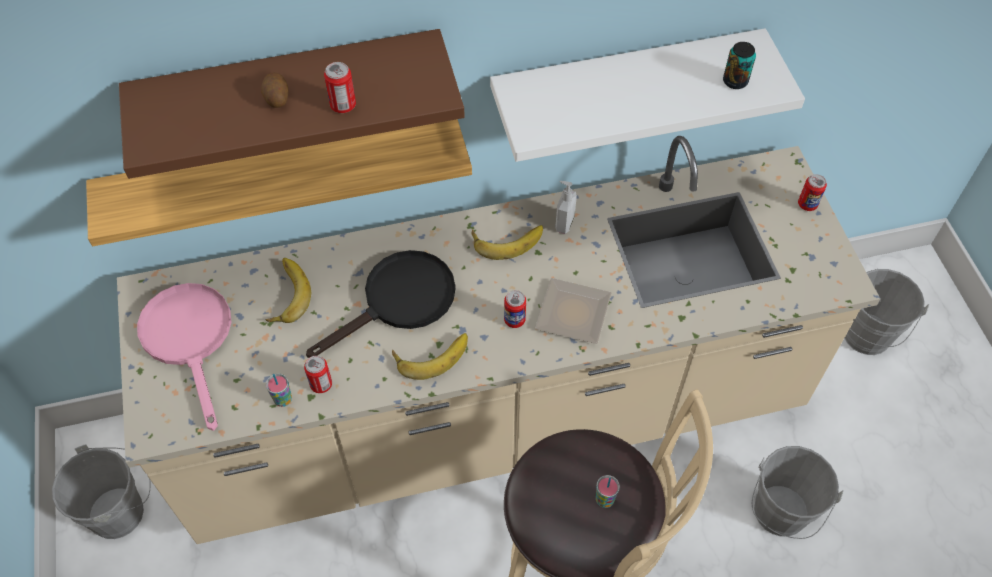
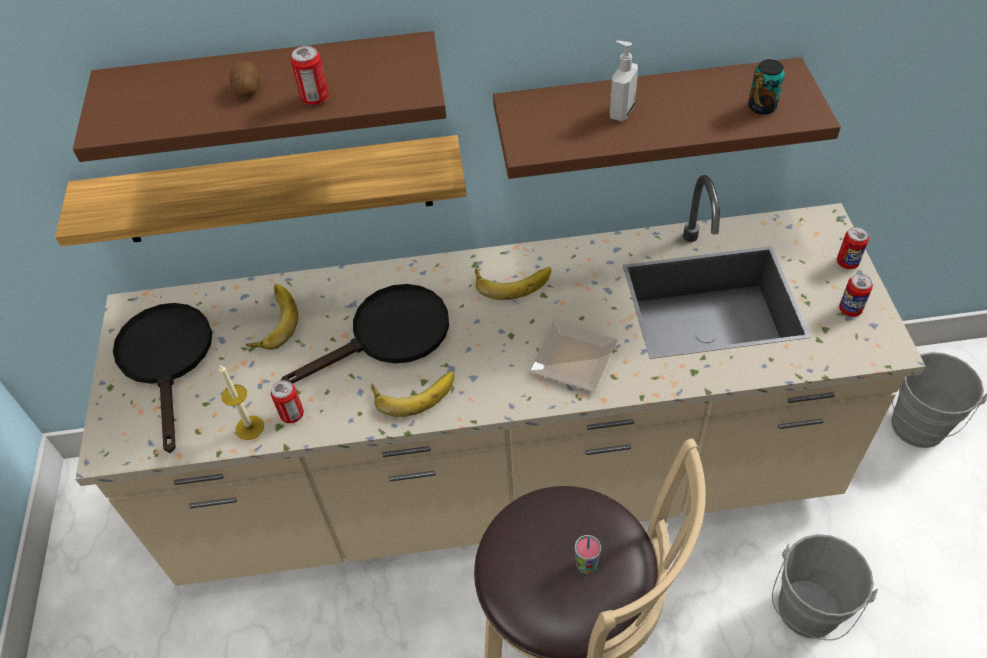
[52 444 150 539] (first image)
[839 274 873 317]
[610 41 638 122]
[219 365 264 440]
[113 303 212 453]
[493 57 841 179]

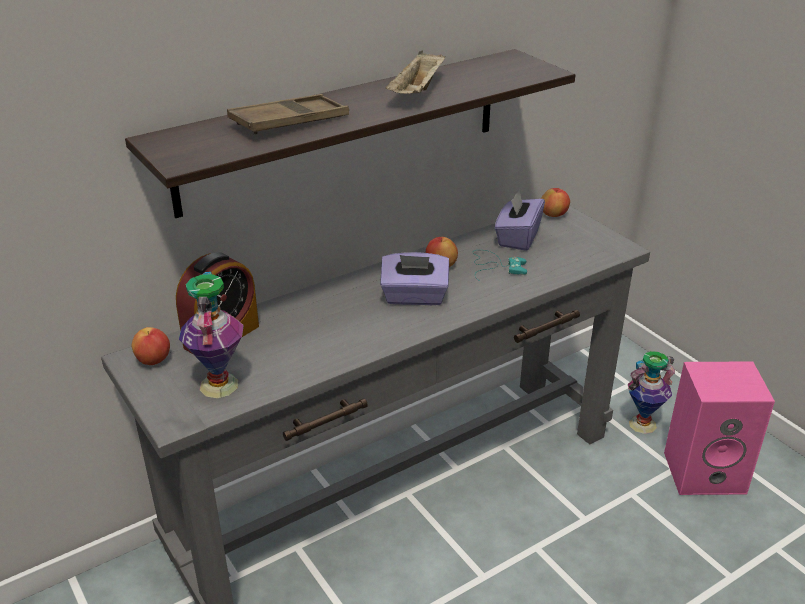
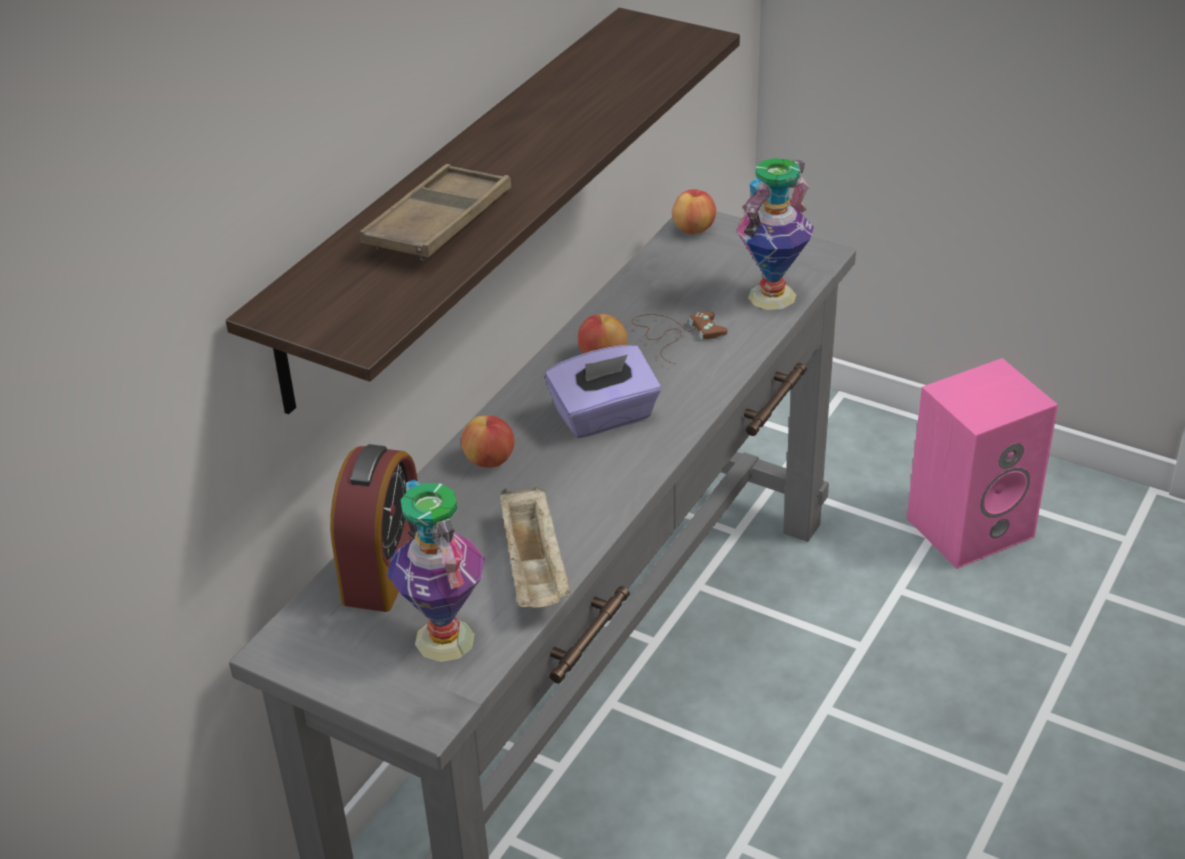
[495 189 545 251] (first image)
[461 415 514 468]
[500 487 571 608]
[737 158 814 310]
[632 311 728 364]

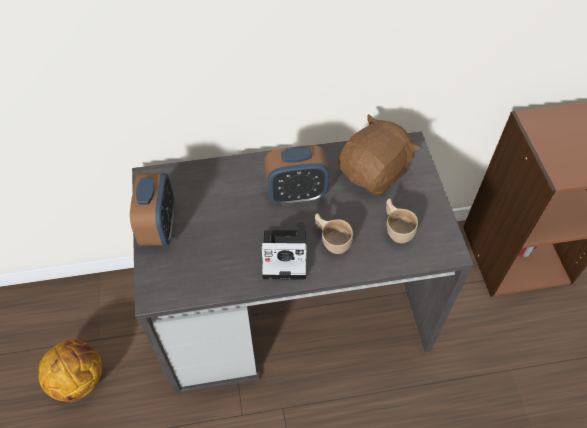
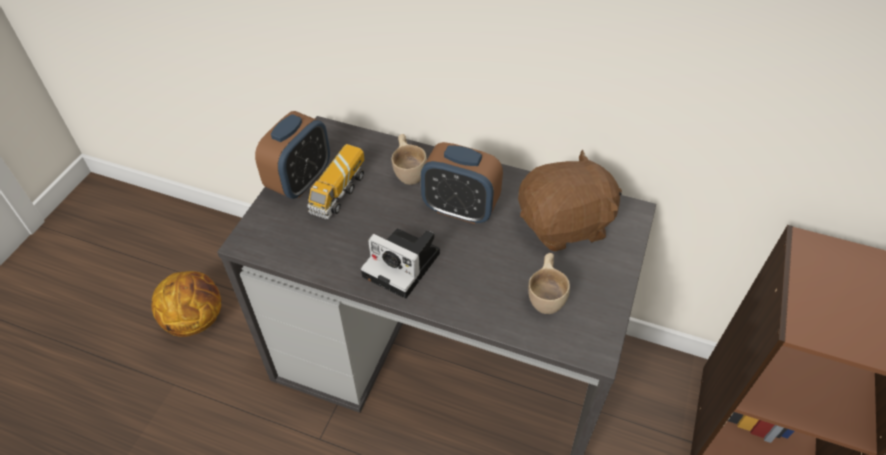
[307 144 364 219]
[391 134 427 185]

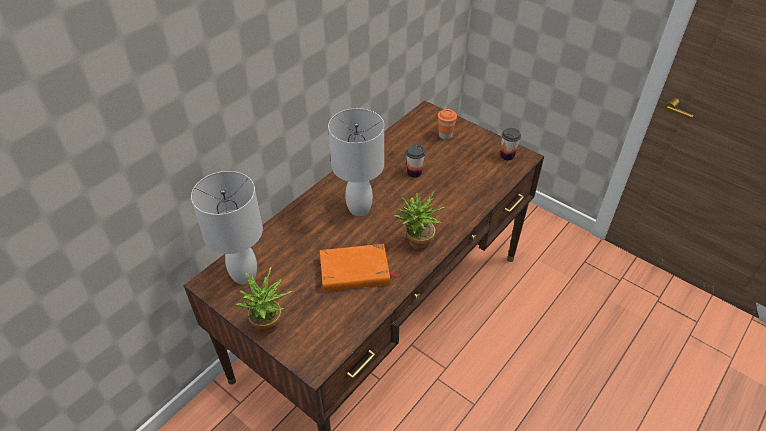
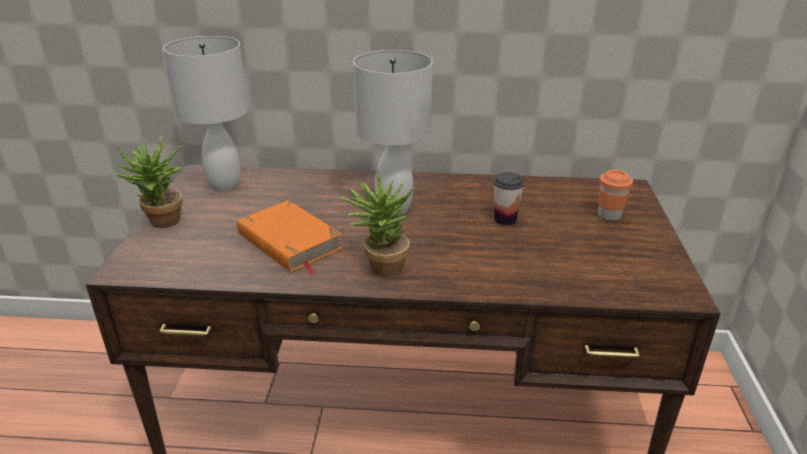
[500 128 521 161] (first image)

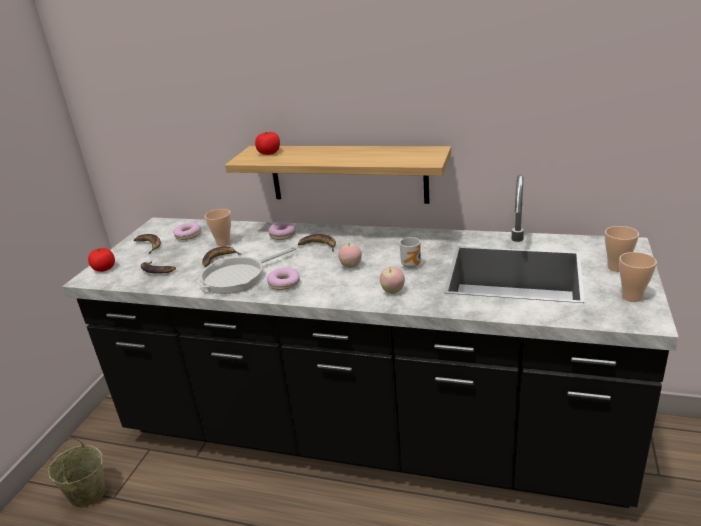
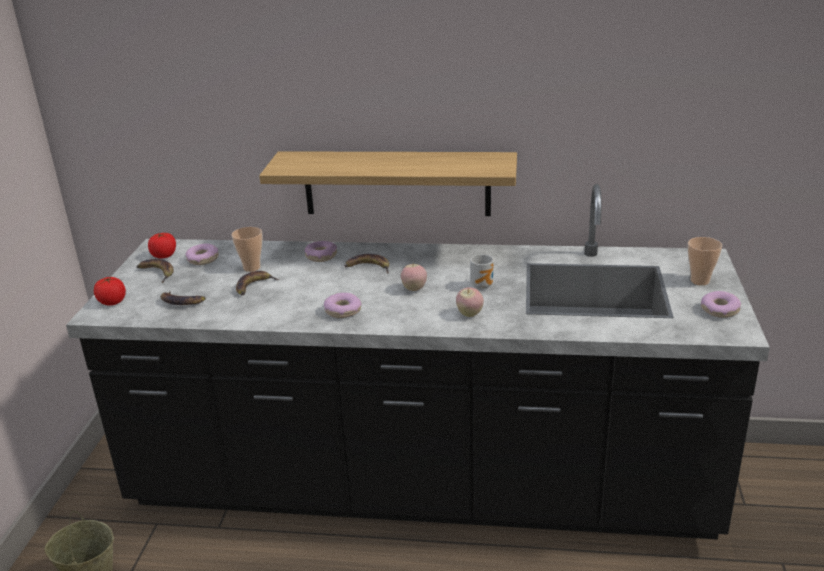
[196 247 297 294] (first image)
[148 233 176 258]
[701 291 741 318]

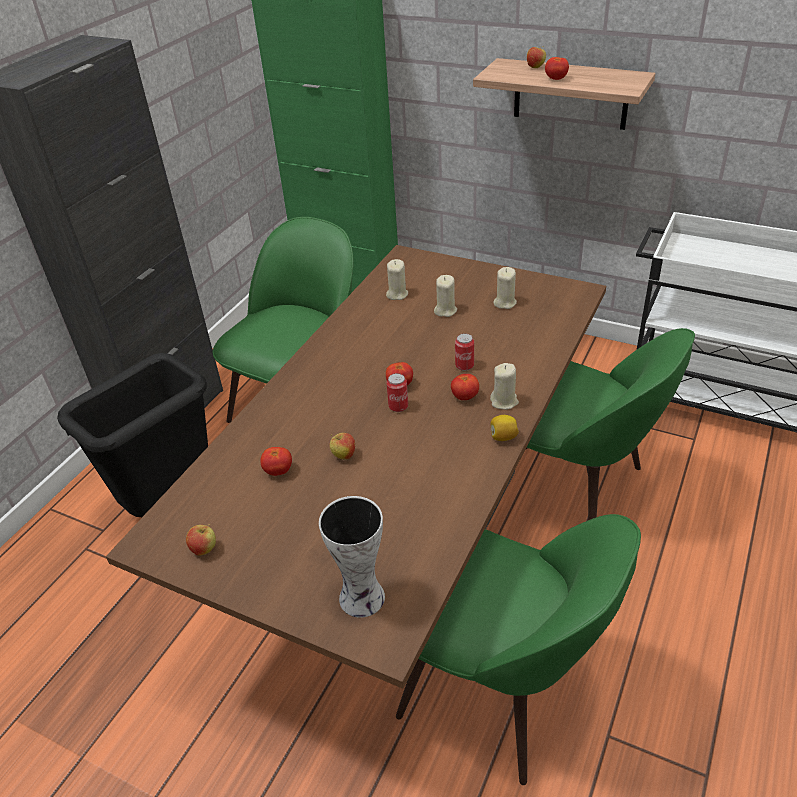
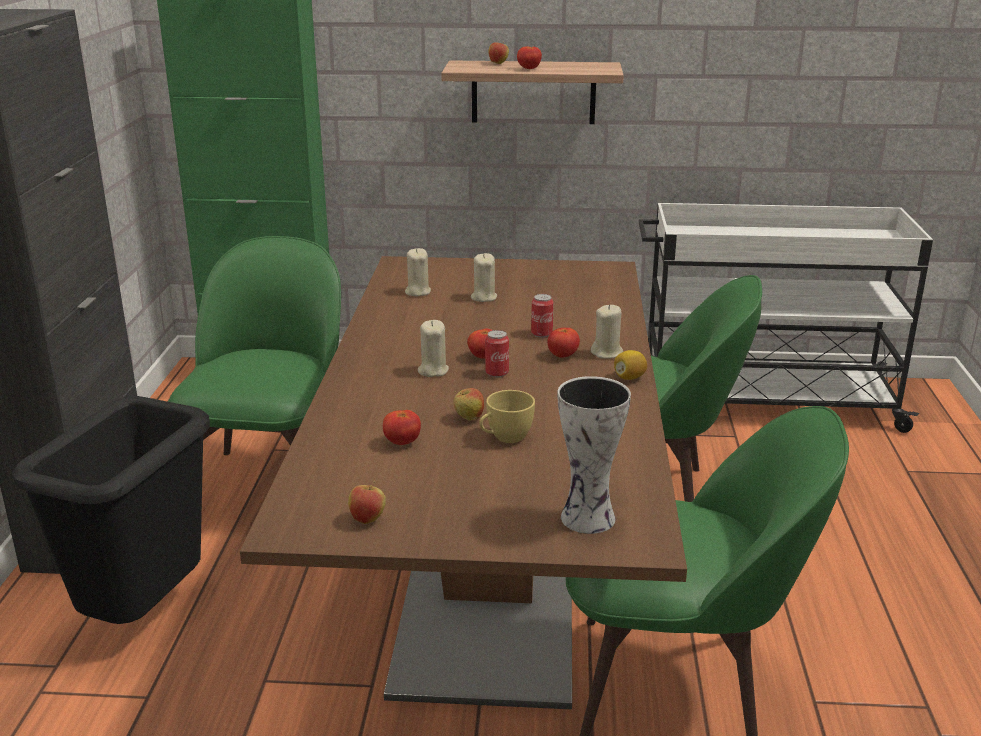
[479 390 535 443]
[418 320 449 377]

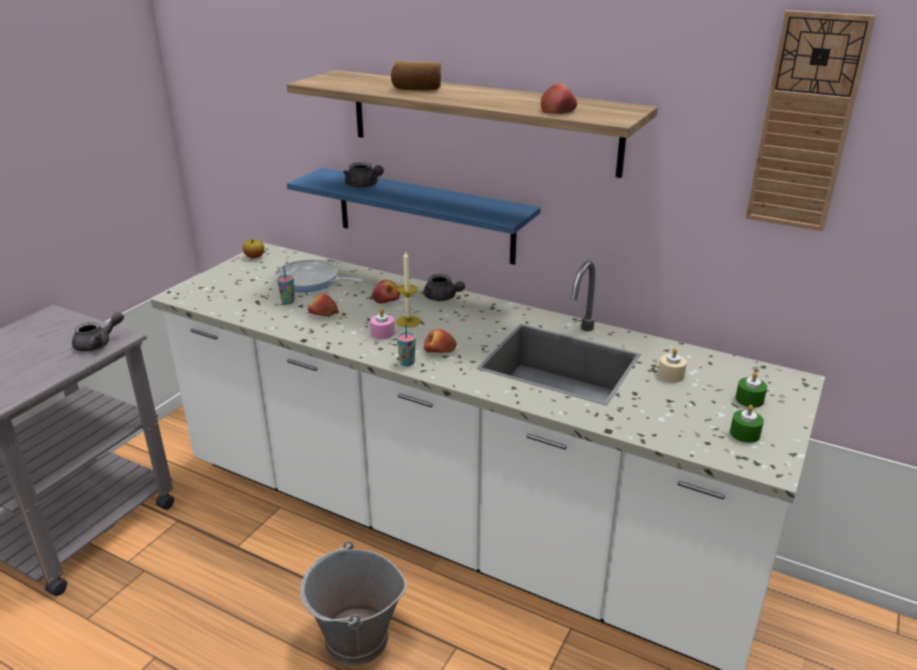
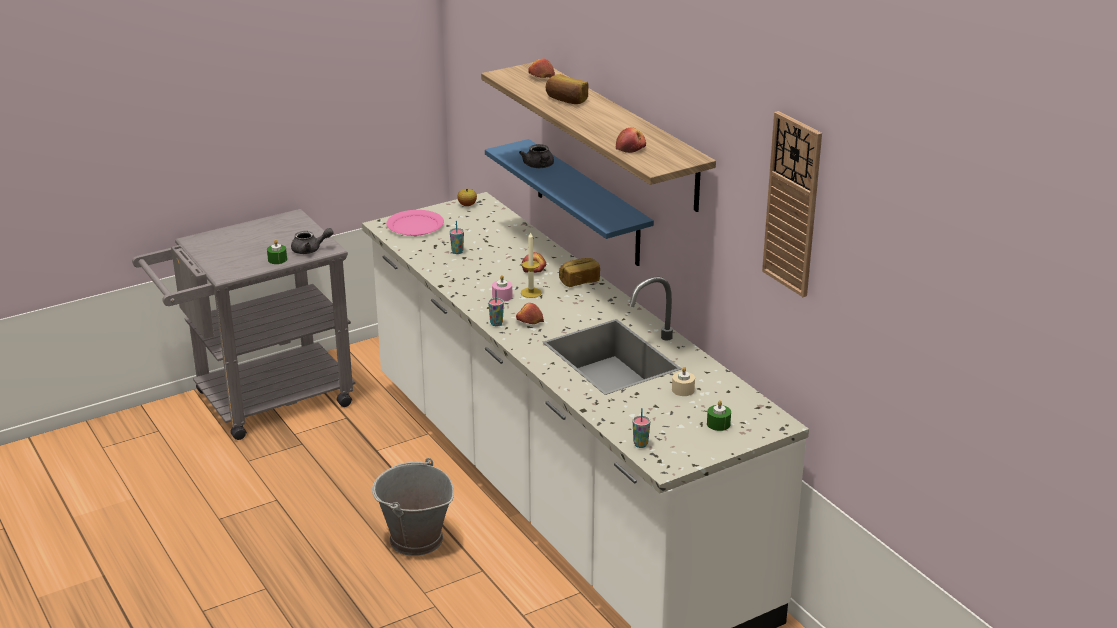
[274 259 363 292] (first image)
[386 210 444 236]
[633 408 650 448]
[528 58 555 78]
[267 239 287 264]
[559 258 600 287]

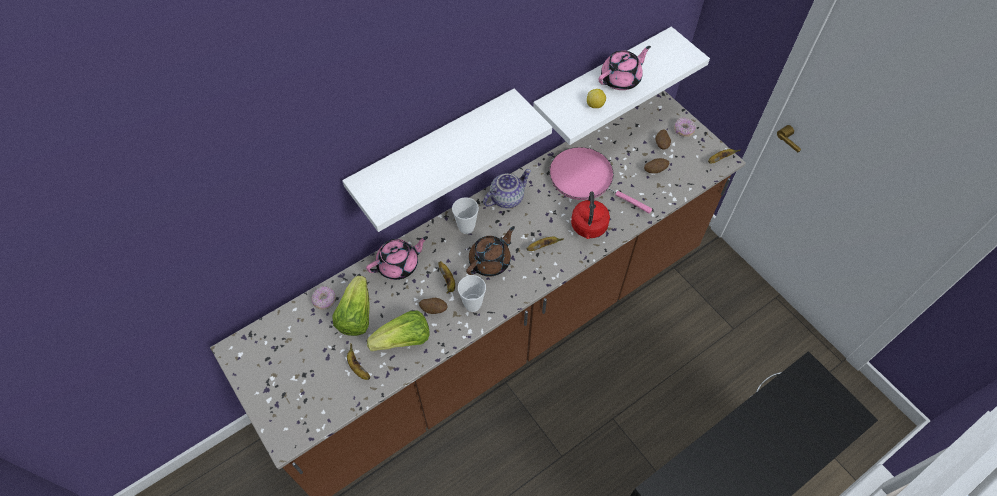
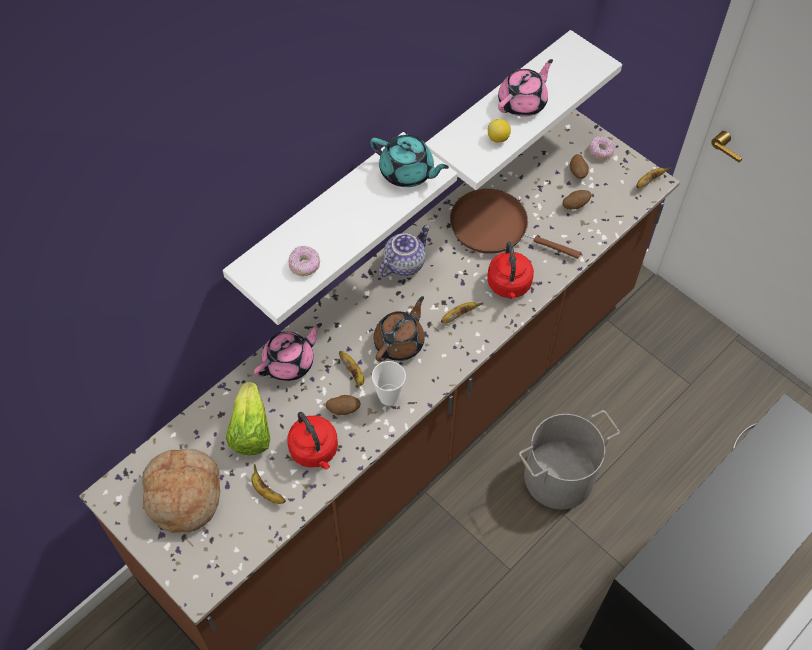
[452 197 479 234] (first image)
[142 449 220 533]
[370 135 449 187]
[519 410 620 510]
[288 246 320 276]
[287 412 338 470]
[450 189 580 259]

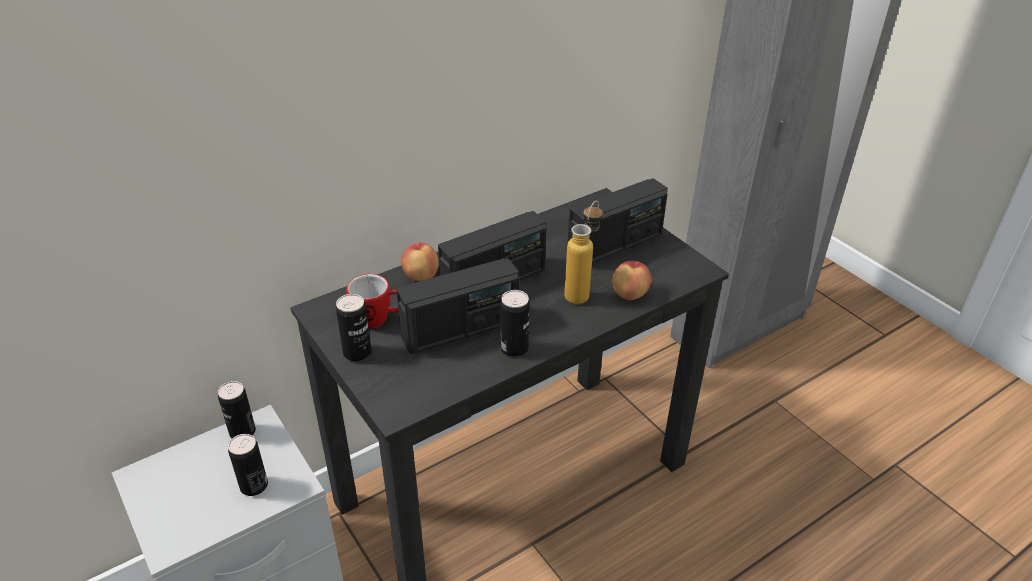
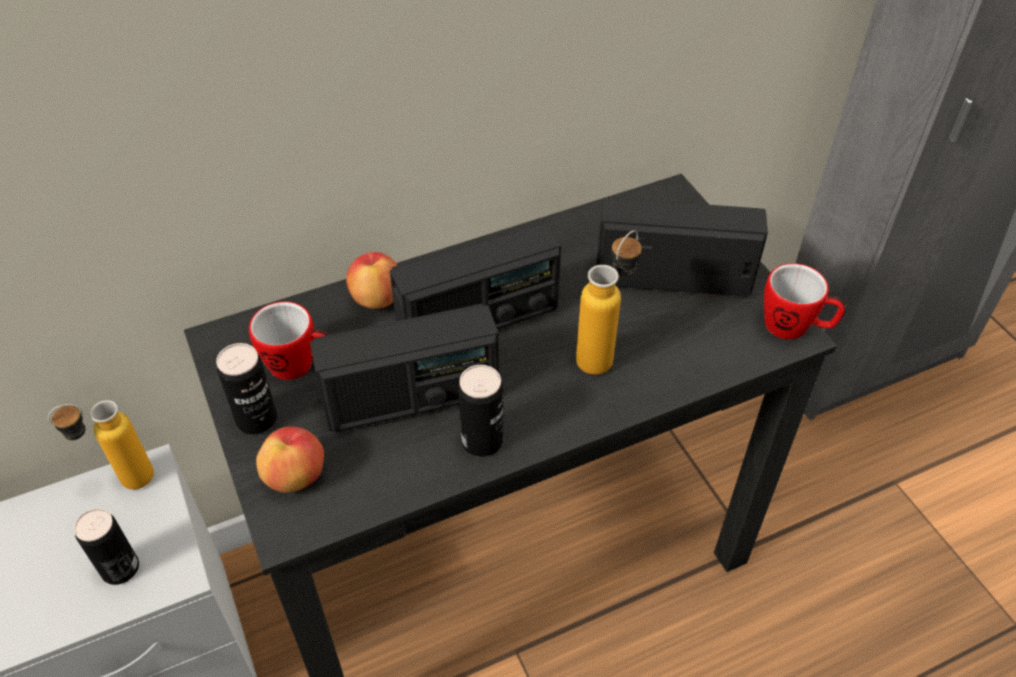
[764 263 846 339]
[256 426 324 493]
[48 400 154 489]
[596 198 768 297]

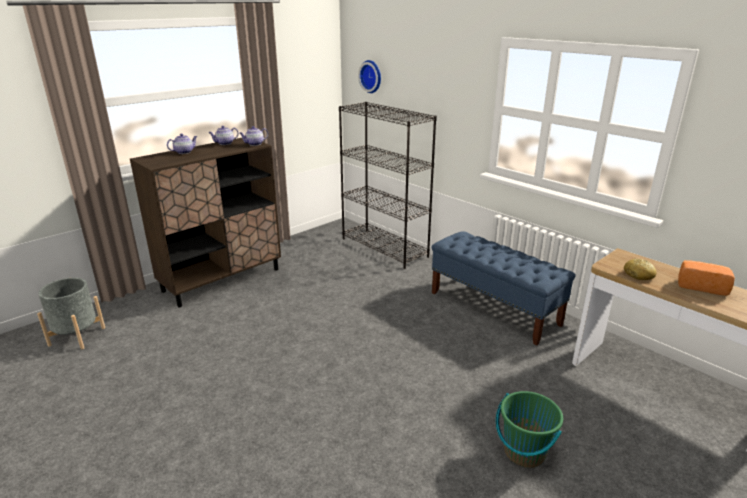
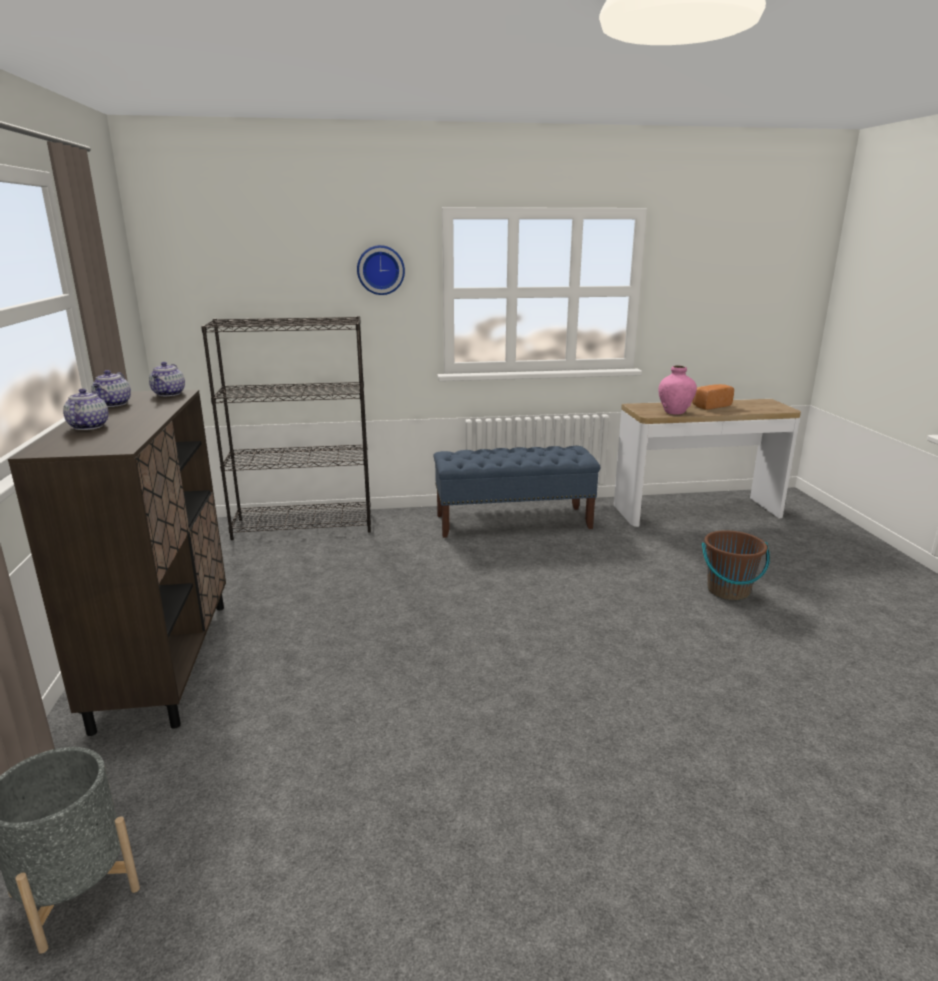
[357 245 405 295]
[658 365 697 414]
[702 530 770 600]

